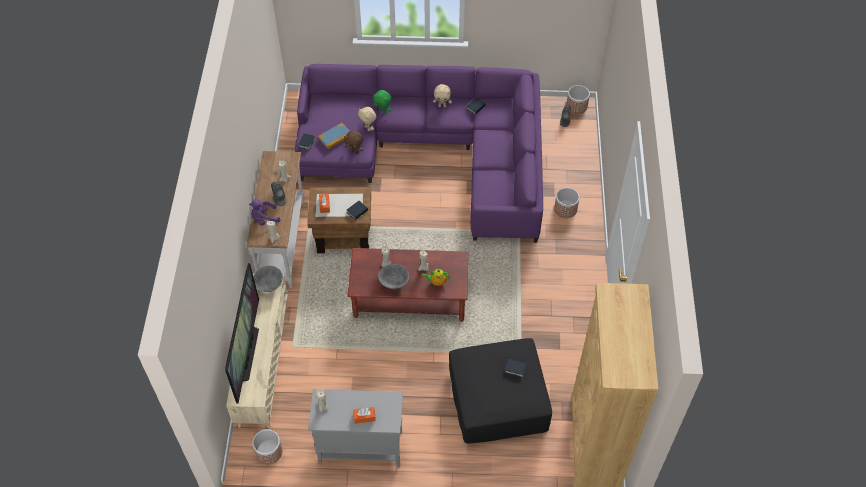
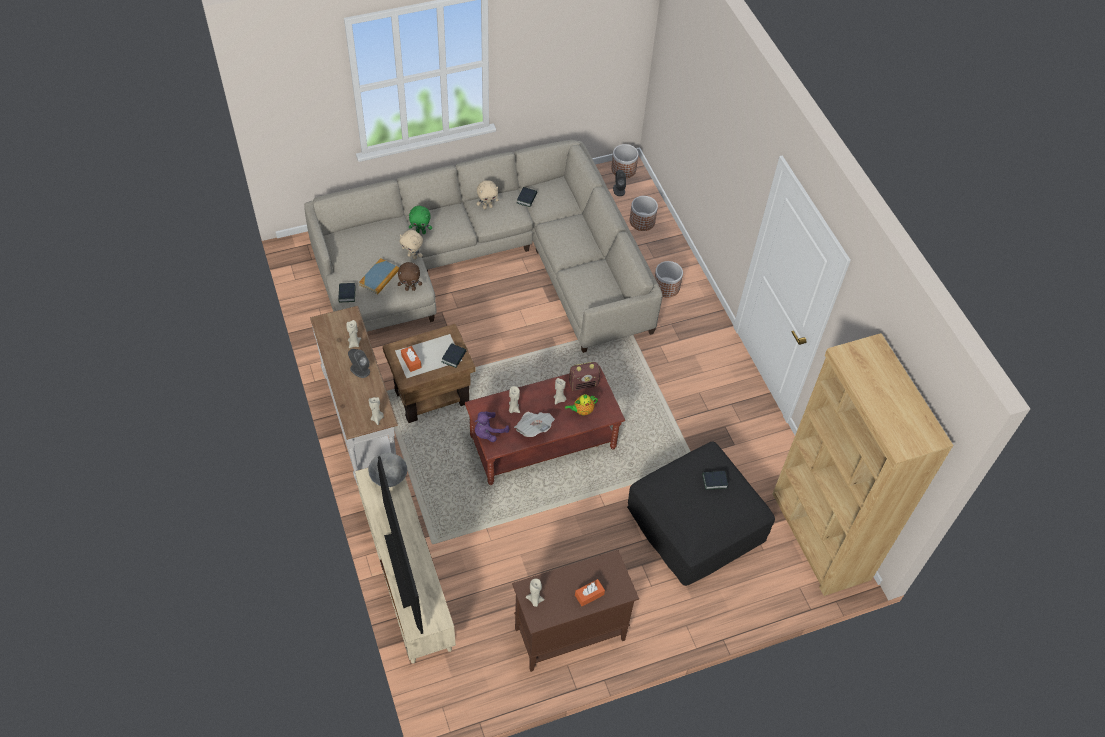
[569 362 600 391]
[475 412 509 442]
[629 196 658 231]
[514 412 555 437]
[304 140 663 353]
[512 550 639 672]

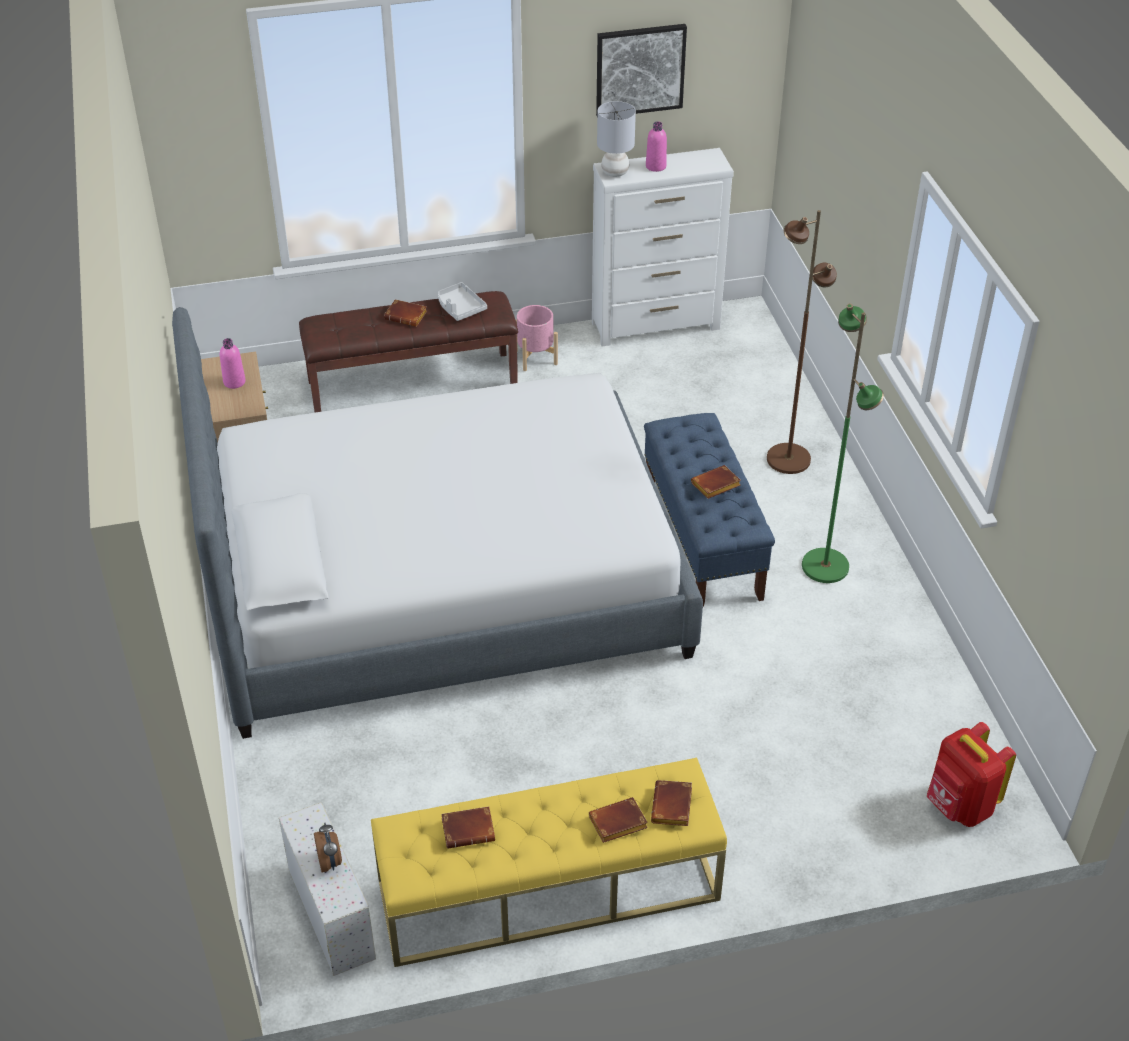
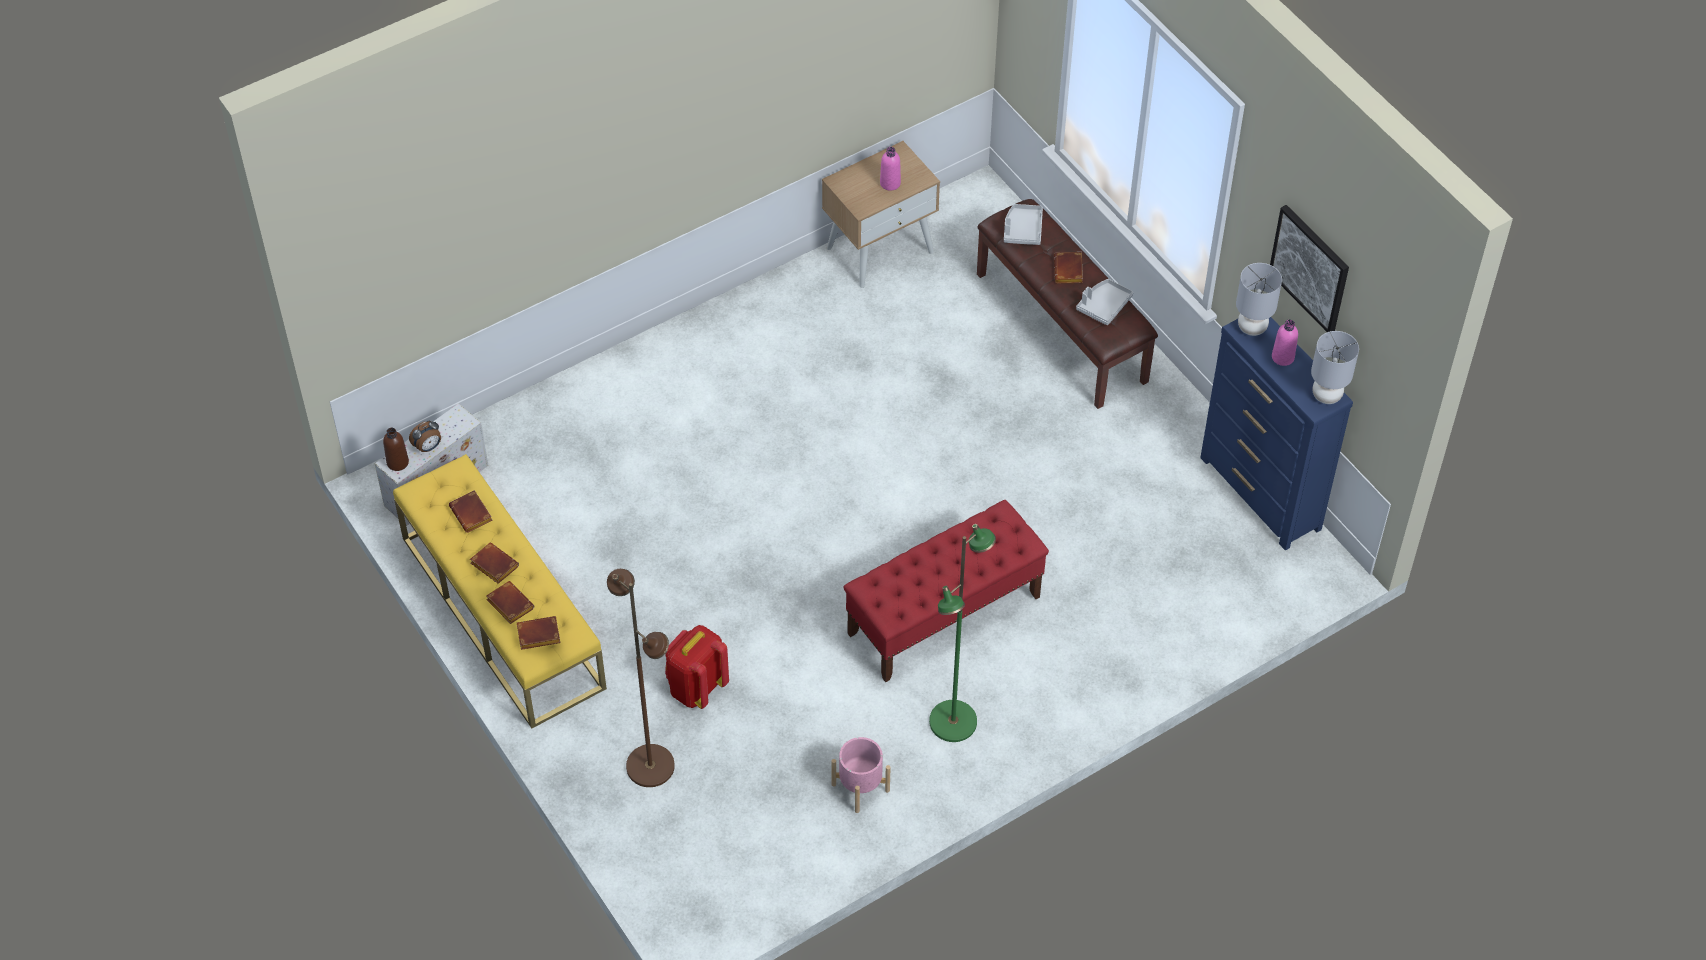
[172 307 703 739] (first image)
[383 428 409 471]
[1004 204 1043 245]
[1311 331 1359 404]
[831 737 891 813]
[470 542 519 584]
[607 569 675 787]
[665 625 729 709]
[1200 317 1353 550]
[844 500 1049 682]

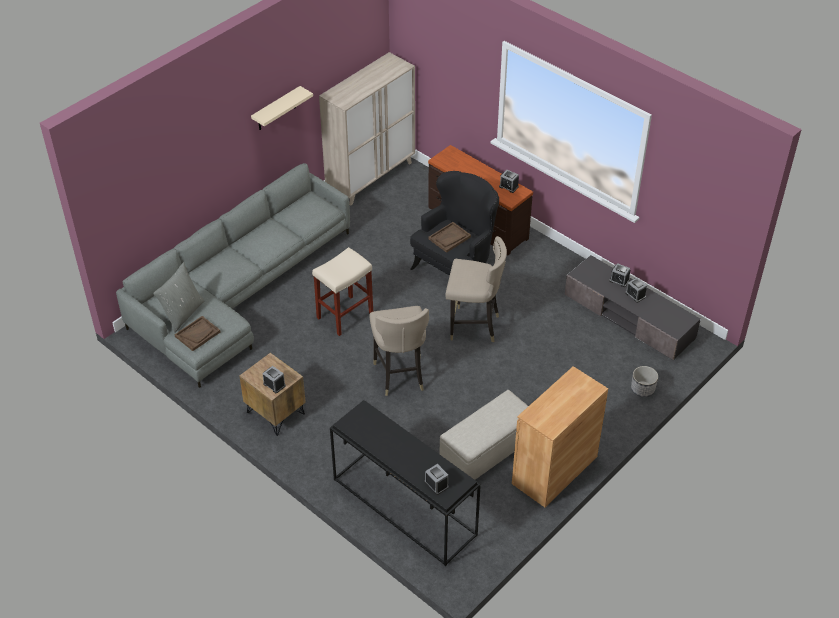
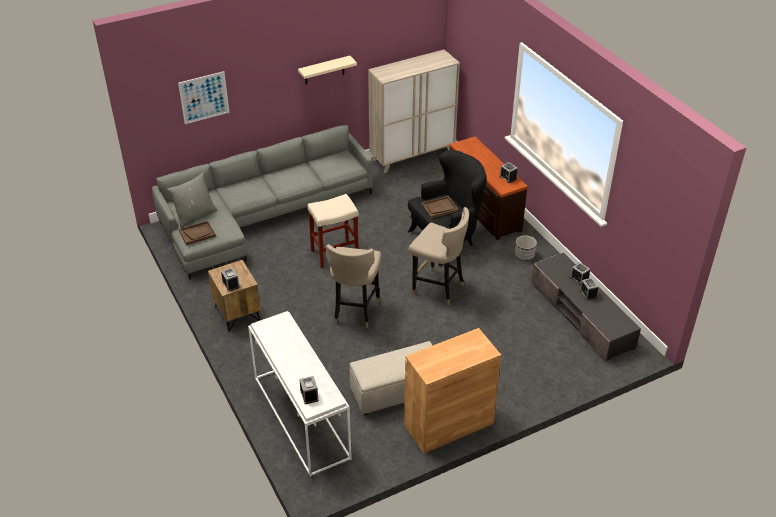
[178 71 230 124]
[515 235 537 261]
[248 311 352 477]

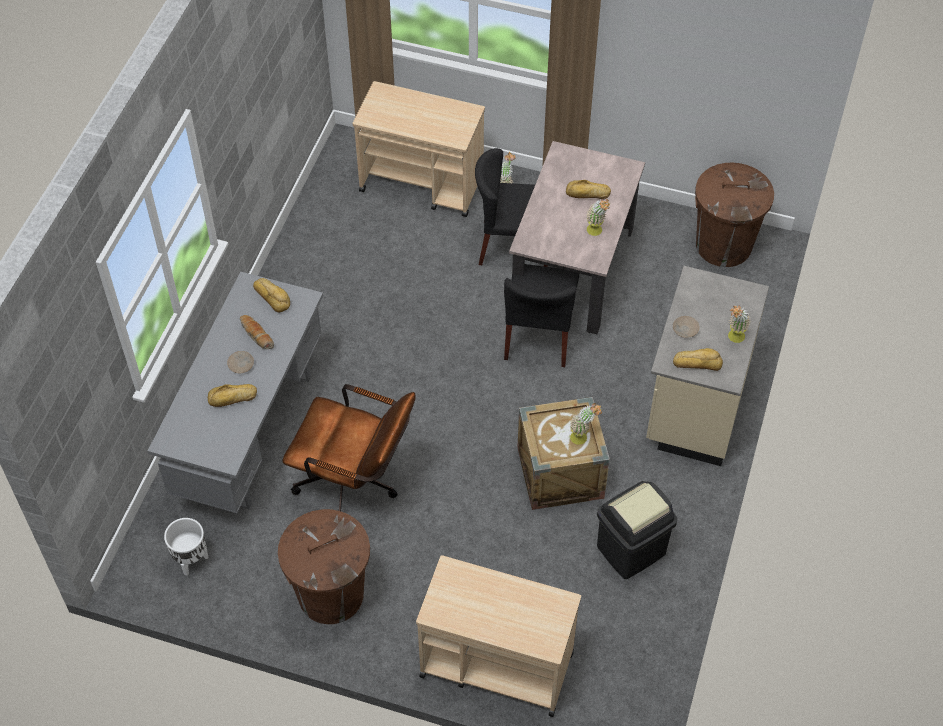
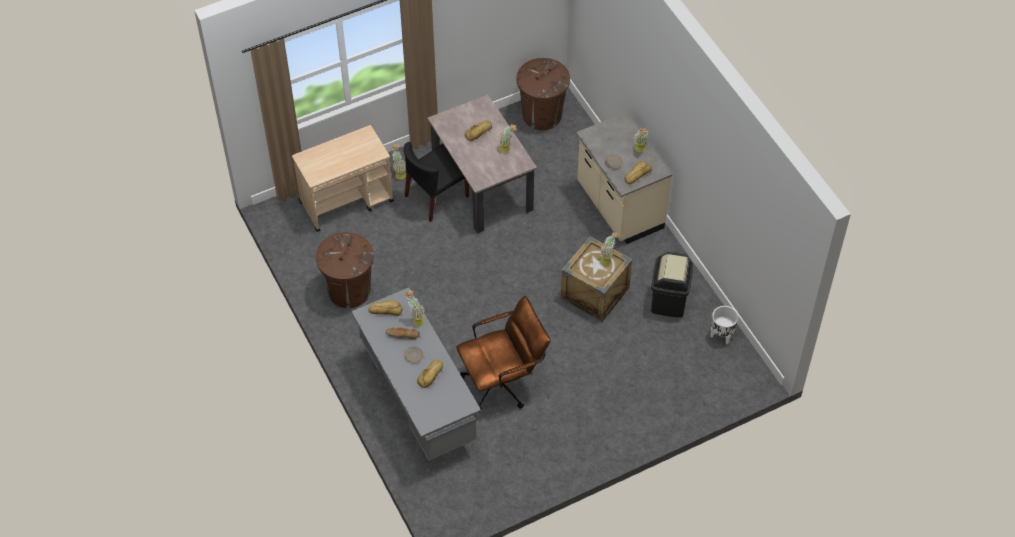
[416 555 581 717] (first image)
[504 264 579 367] (first image)
[405 290 425 326]
[710 306 738 344]
[316 232 374 308]

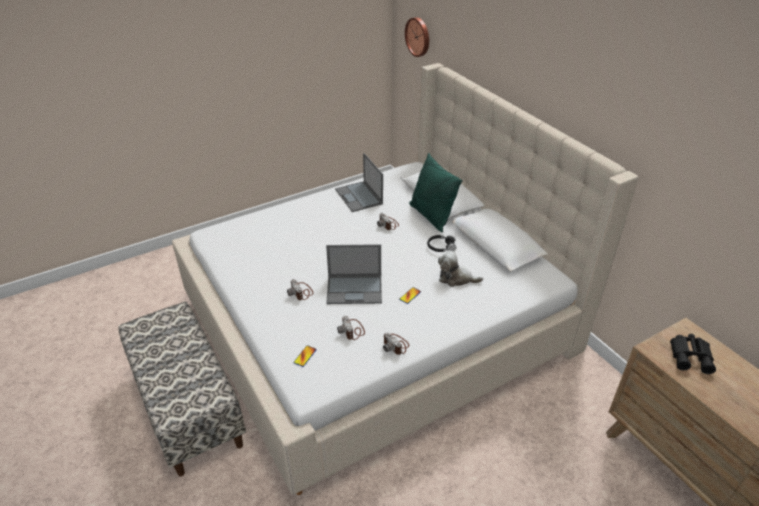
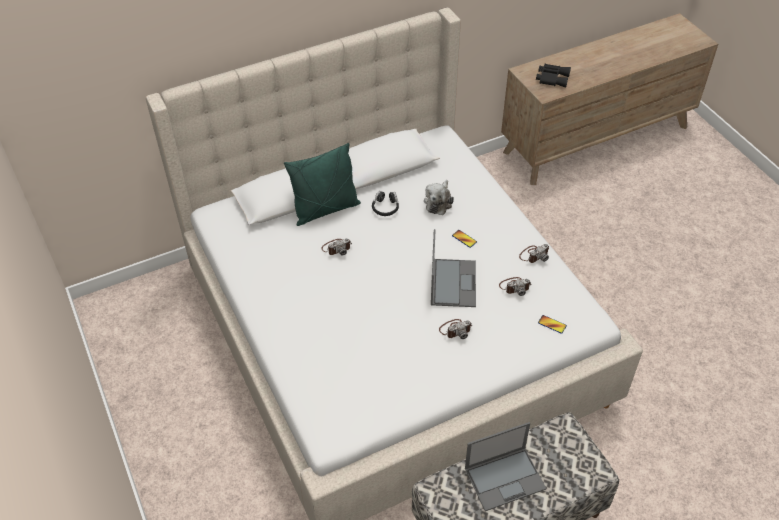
[405 17 429 57] (first image)
[465 422 546 511]

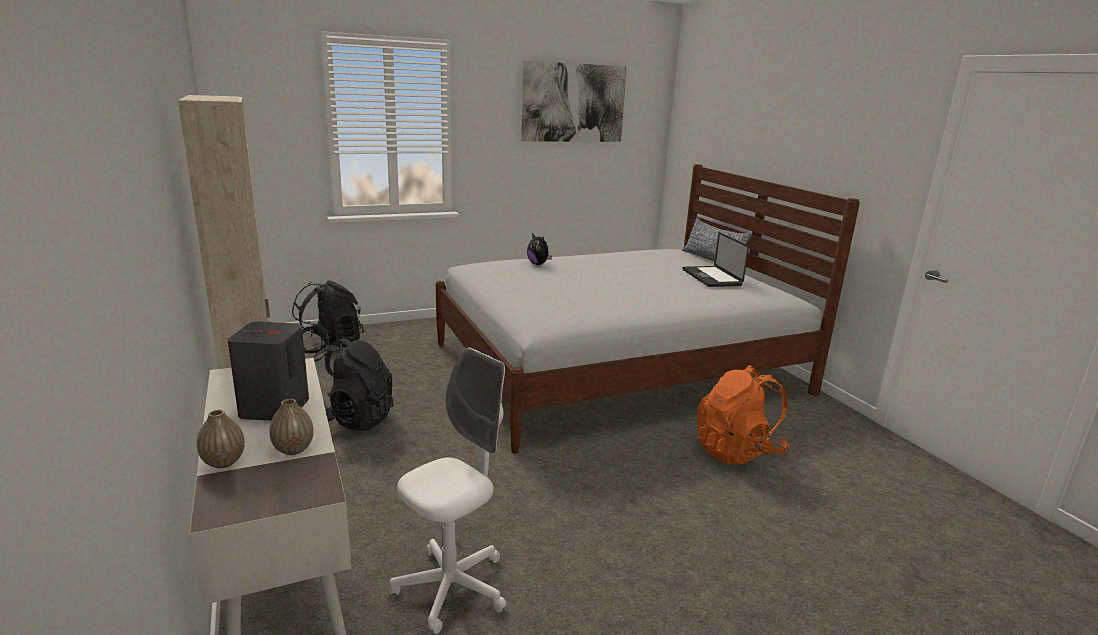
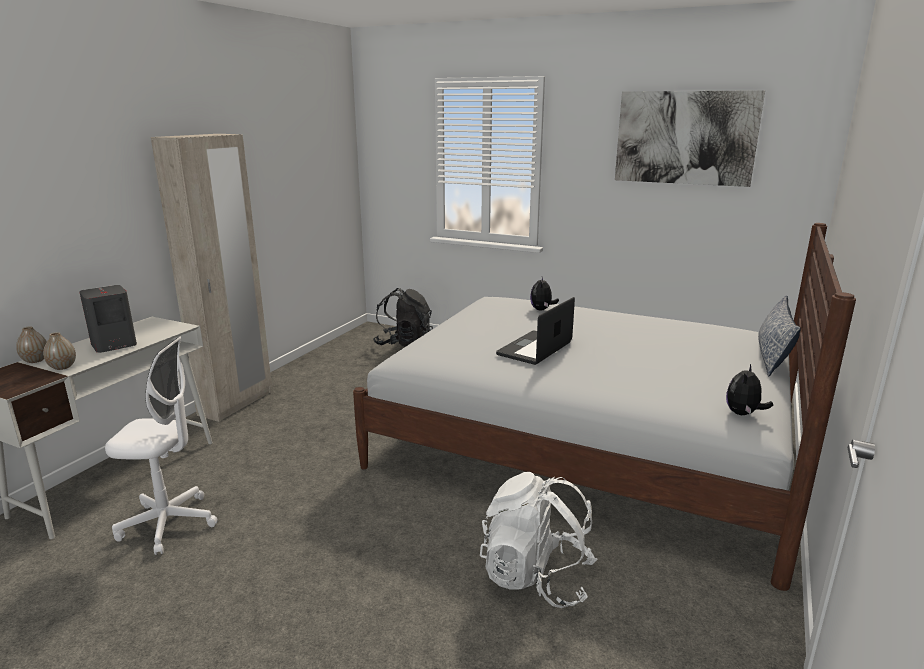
[312 337 394 431] (first image)
[726 364 773 415]
[496 297 575 365]
[480 472 598 608]

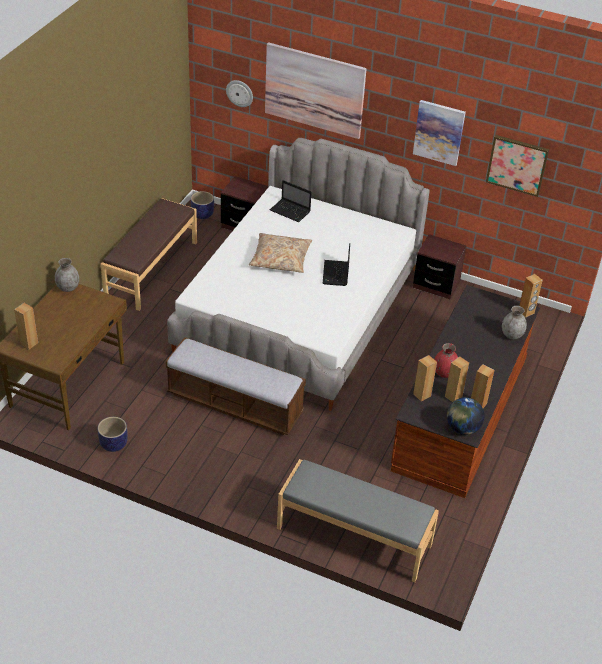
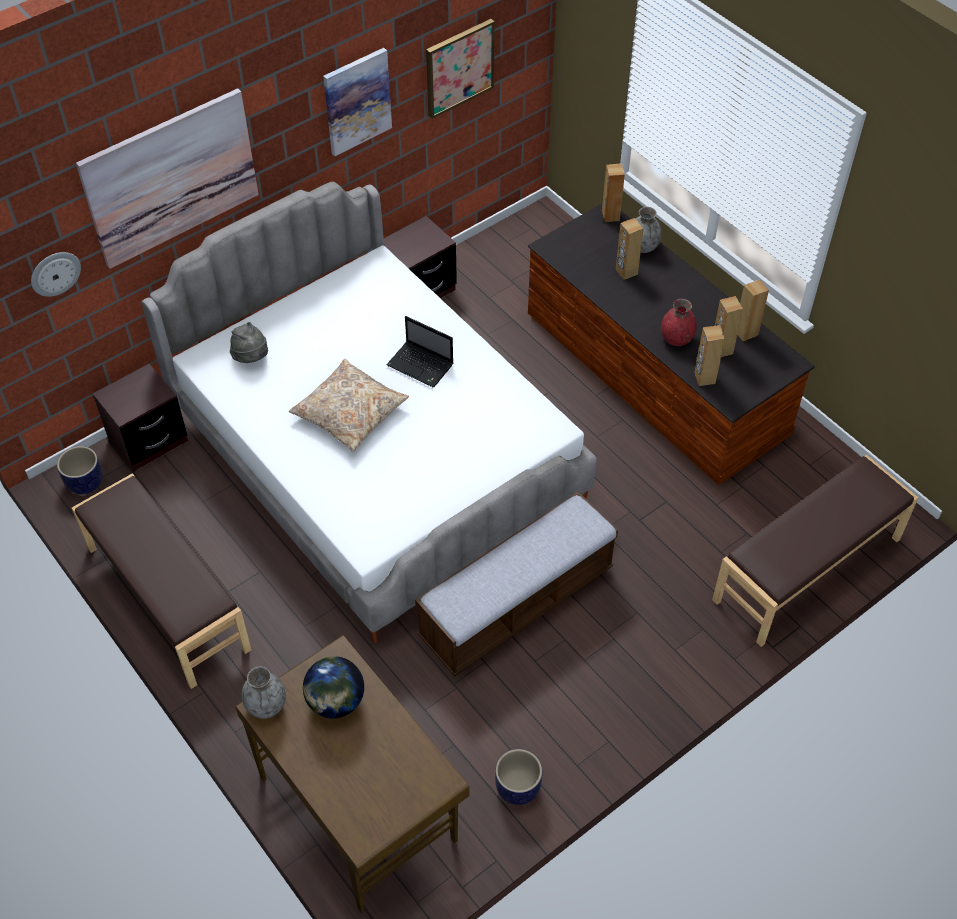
[616 218 644 280]
[303 656 364 719]
[230 322 268 363]
[712 455 918 647]

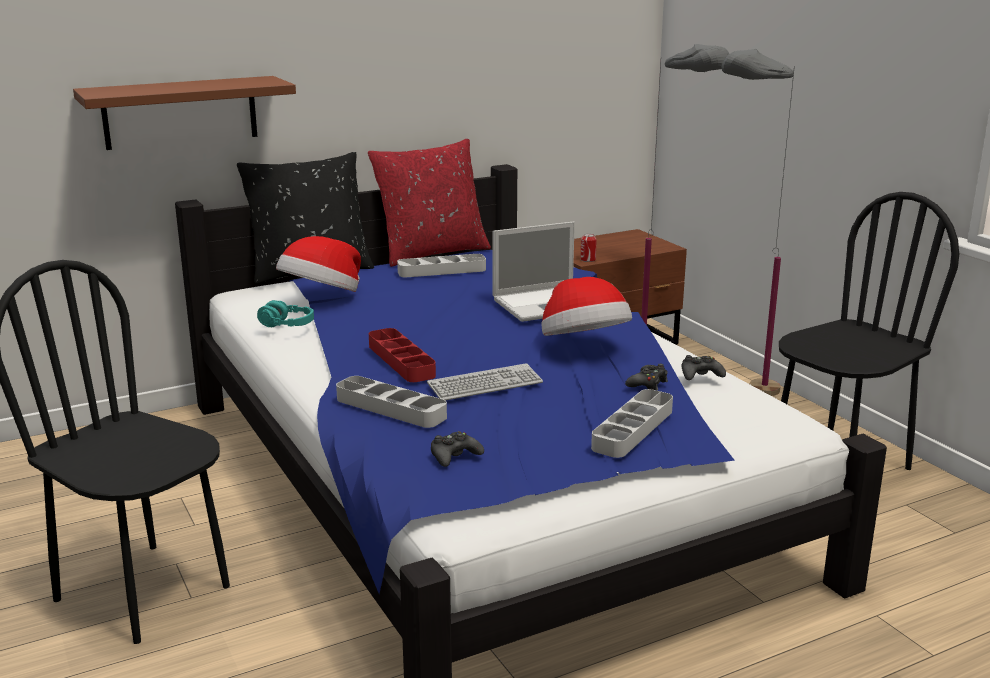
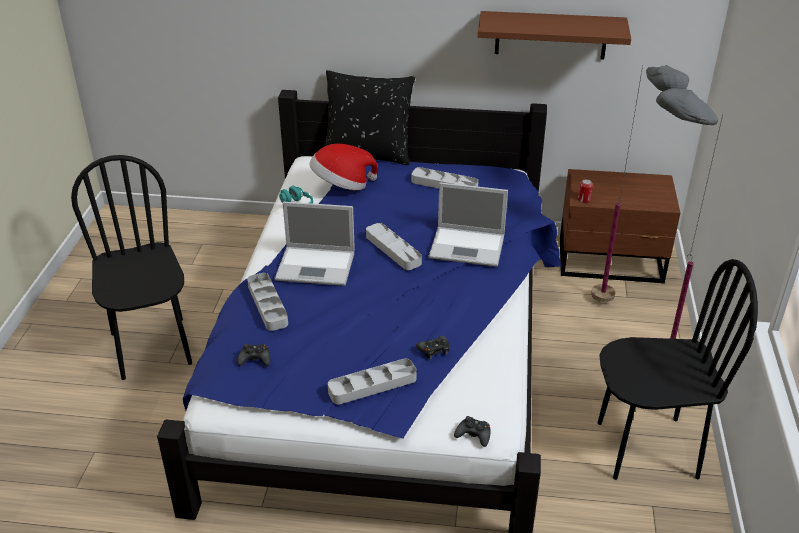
[368 138 491 267] (first image)
[427 363 543 401] (first image)
[542 277 632 336] (first image)
[366 223 422 270]
[478 11 631 60]
[454 416 491 447]
[274 202 355 286]

